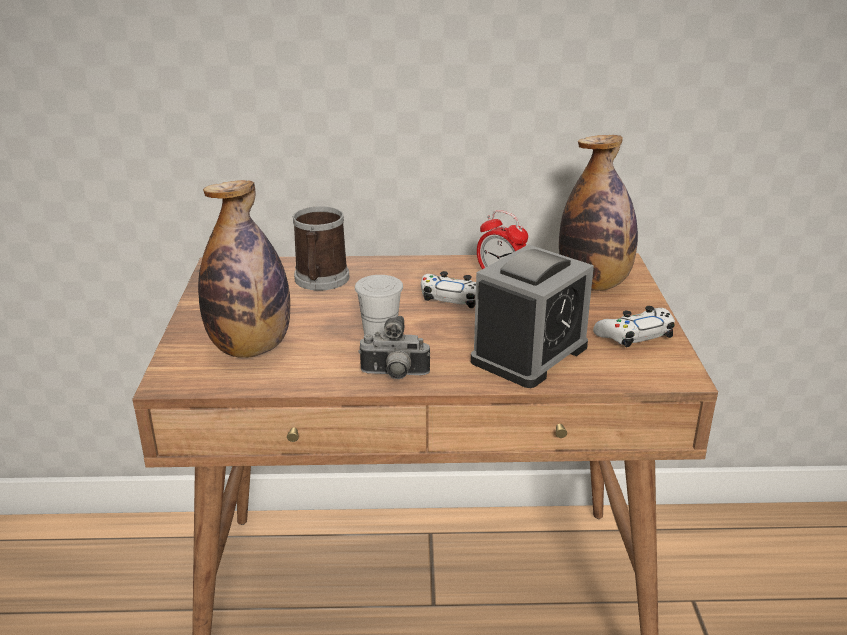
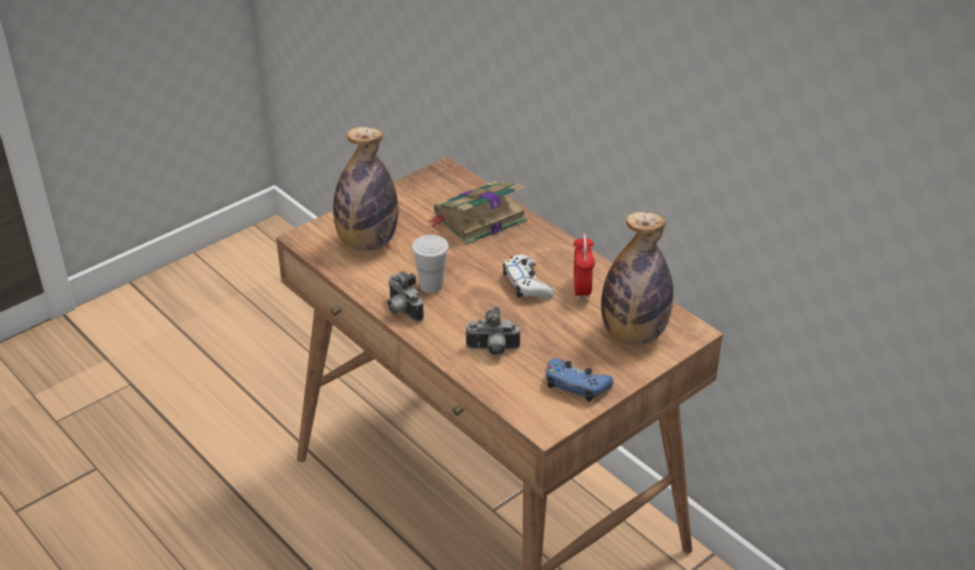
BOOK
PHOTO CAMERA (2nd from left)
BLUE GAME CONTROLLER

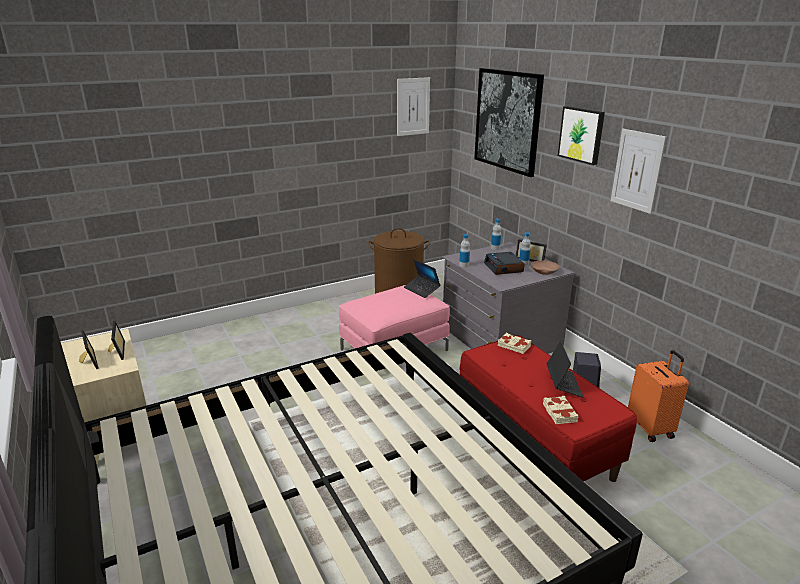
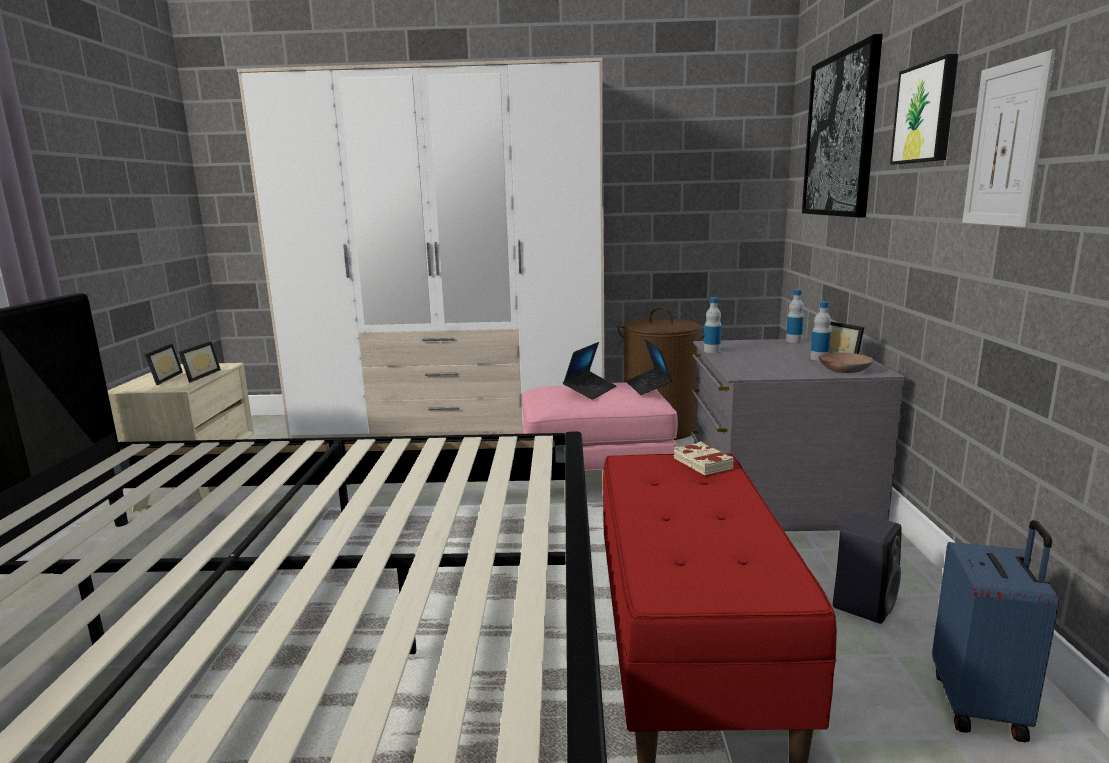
PICTURE (1st from left in the first image)
ALARM CLOCK
BEIGE BOOK (2nd from left in the first image)
WARDROBE
LAPTOP (1st from left)
BLUE SUITCASE

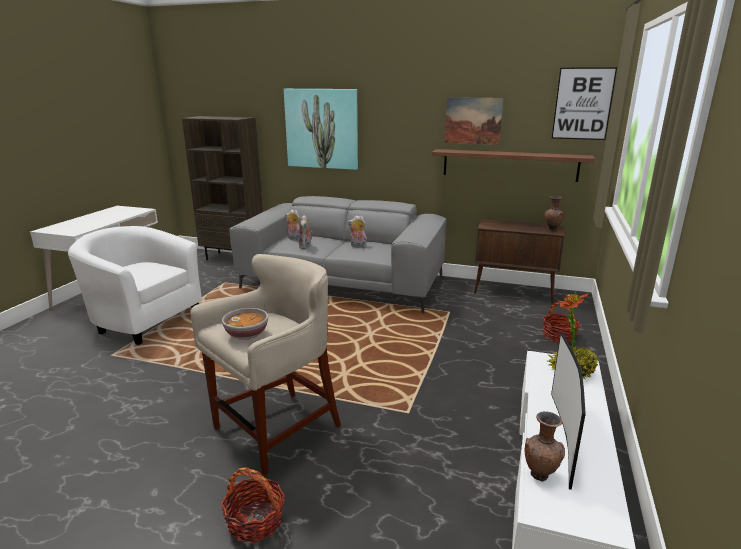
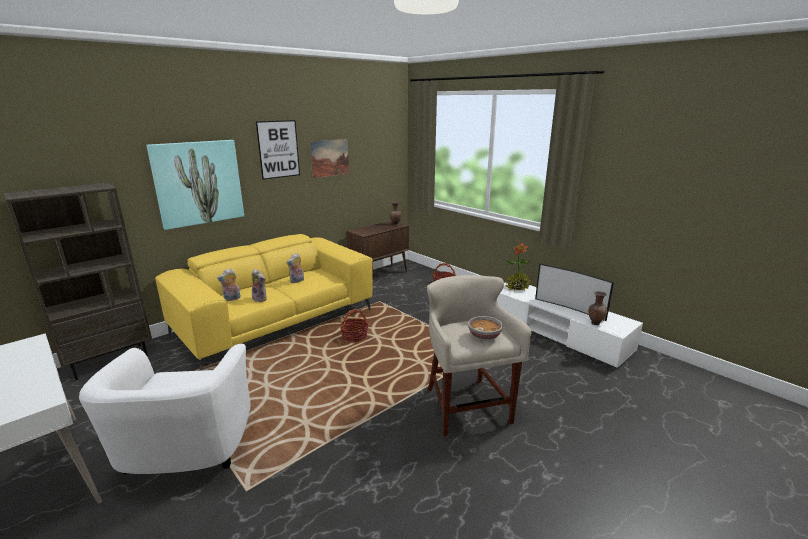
SHELF
BASKET (1st from left)
PICTURE (2nd from left)
YELLOW SOFA
WHITE ARMCHAIR

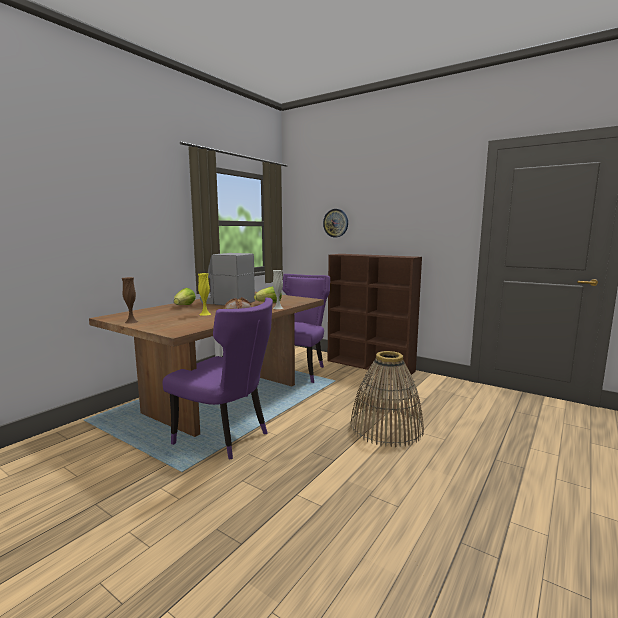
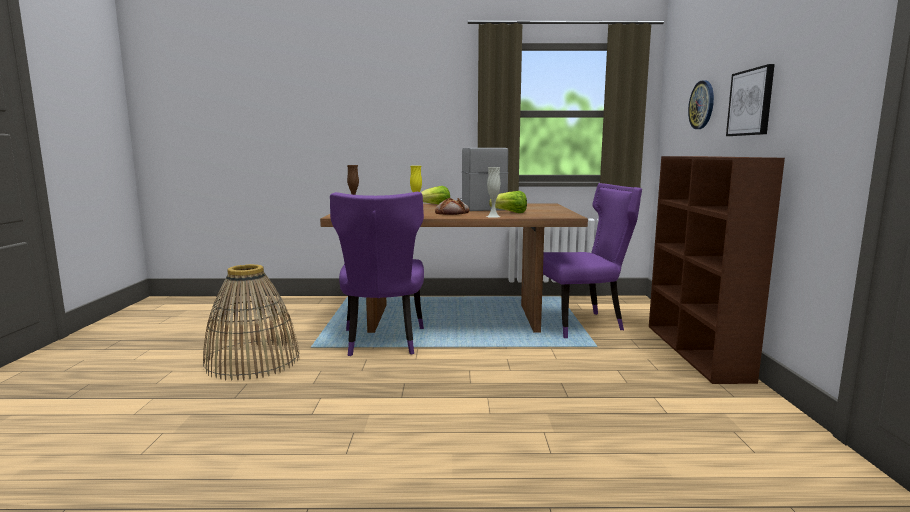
PICTURE
BASKET

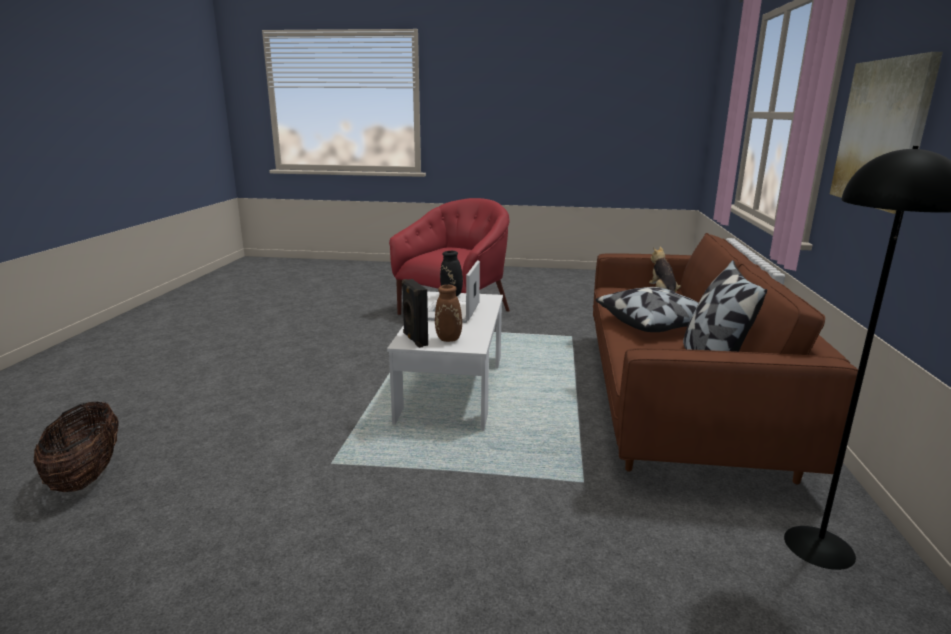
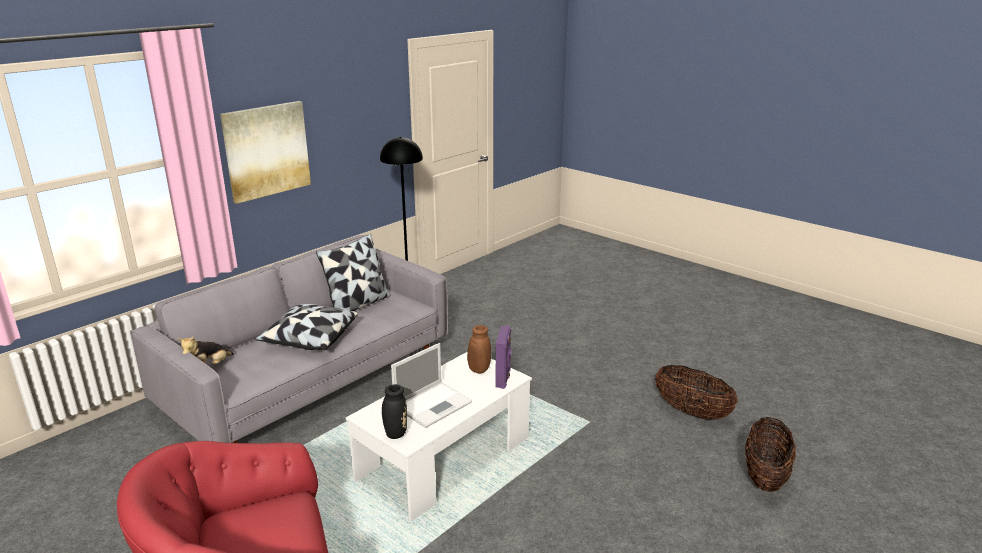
BASKET (1st from left)
PURPLE SPEAKER
GREY SOFA

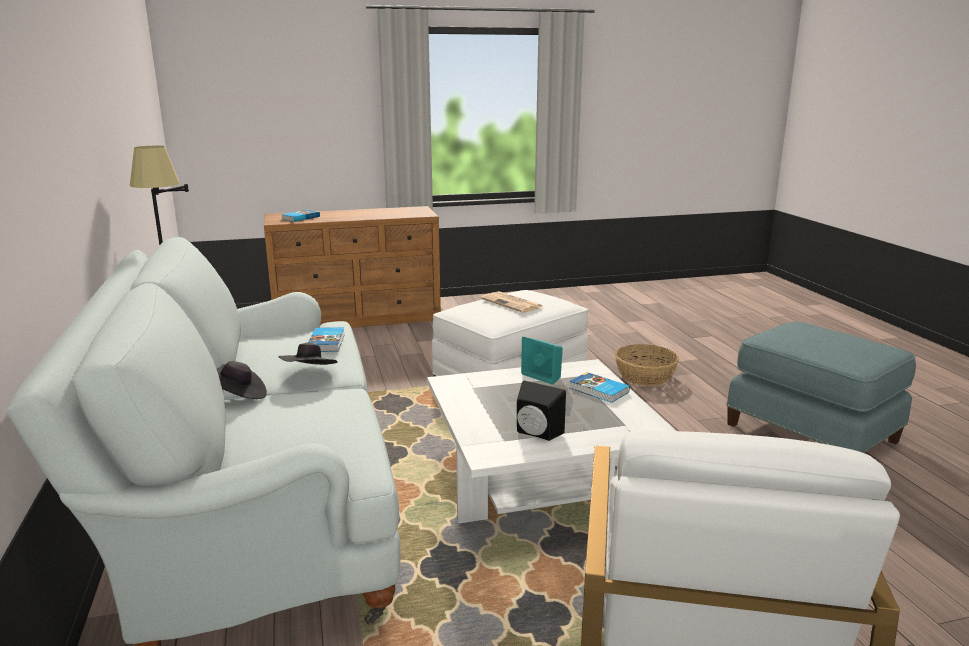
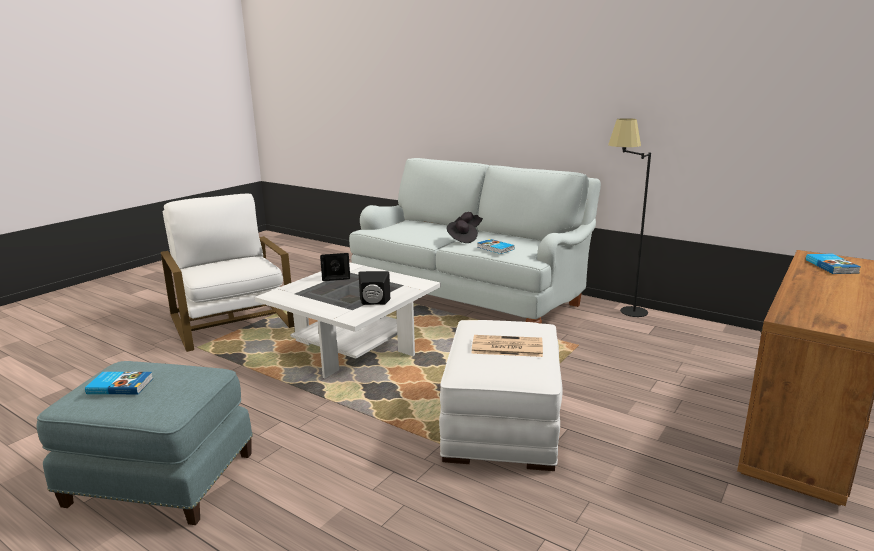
BASKET
BOOK (1st from left)
BLACK SPEAKER (2nd from left)

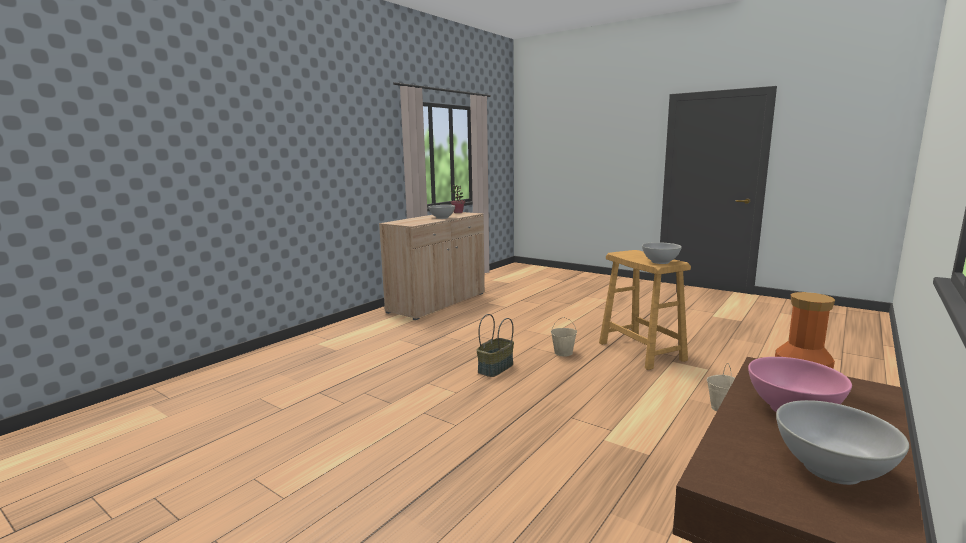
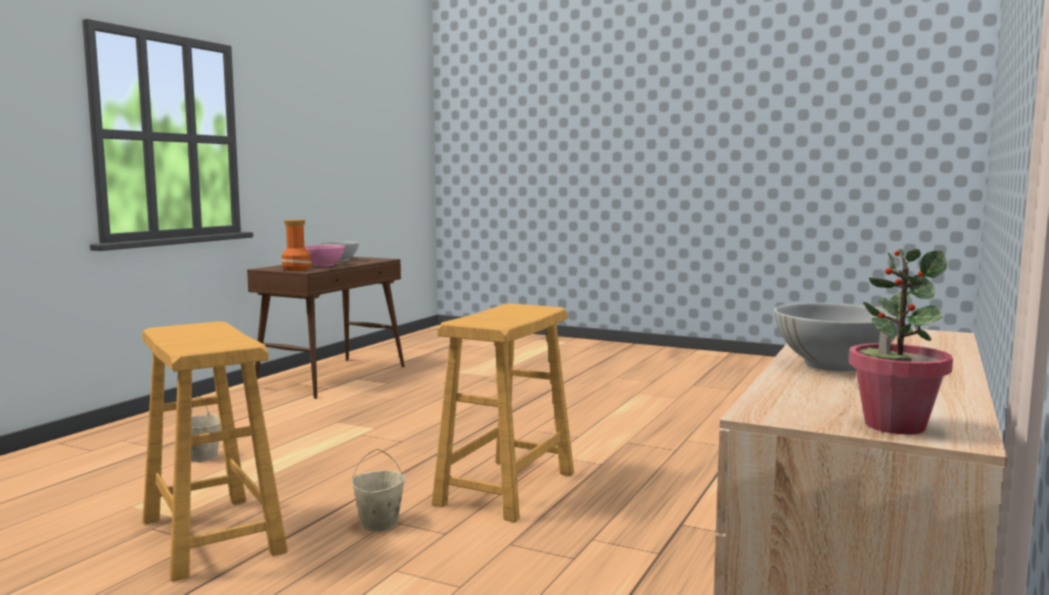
WHITE BOWL (2nd from left in the first image)
BEIGE STOOL (2nd from left)

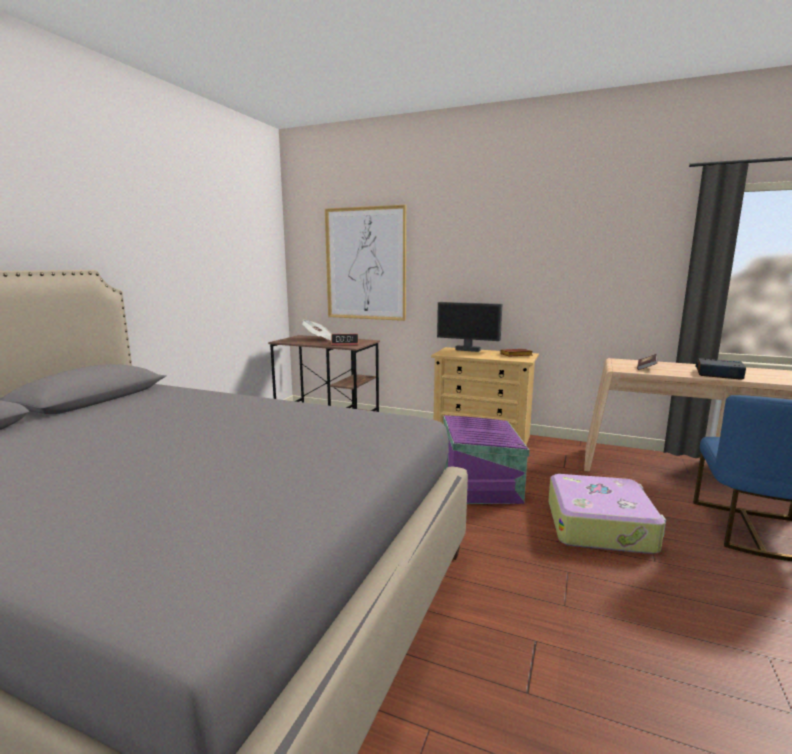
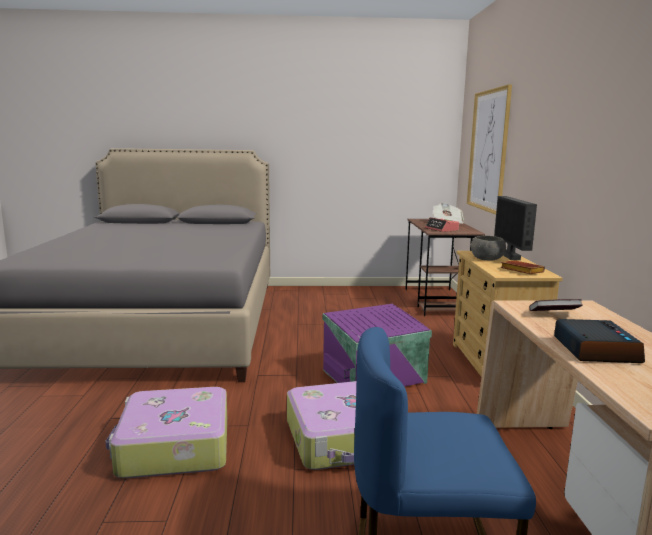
SUITCASE (1st from left)
GREY BOWL

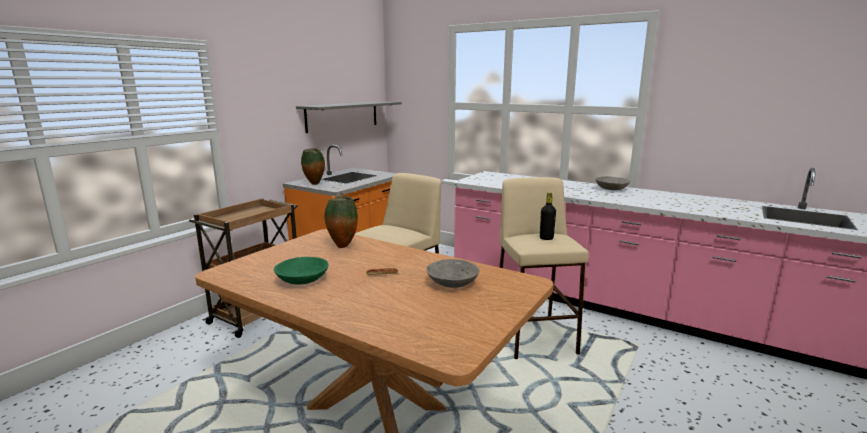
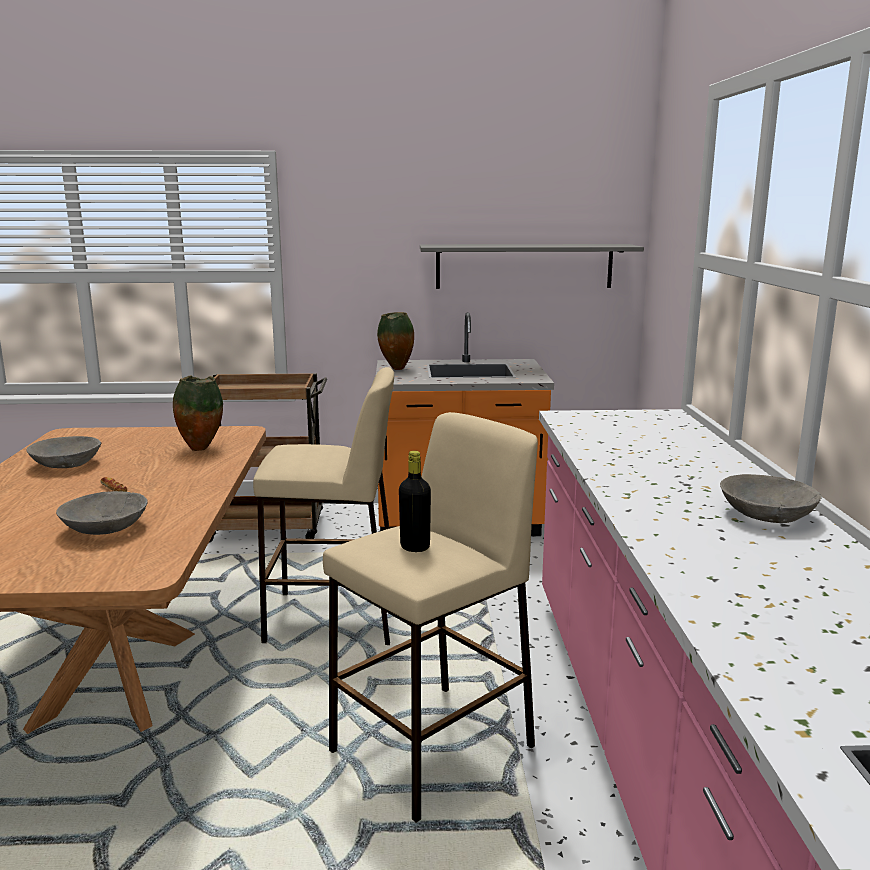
GREY BOWL (1st from left)

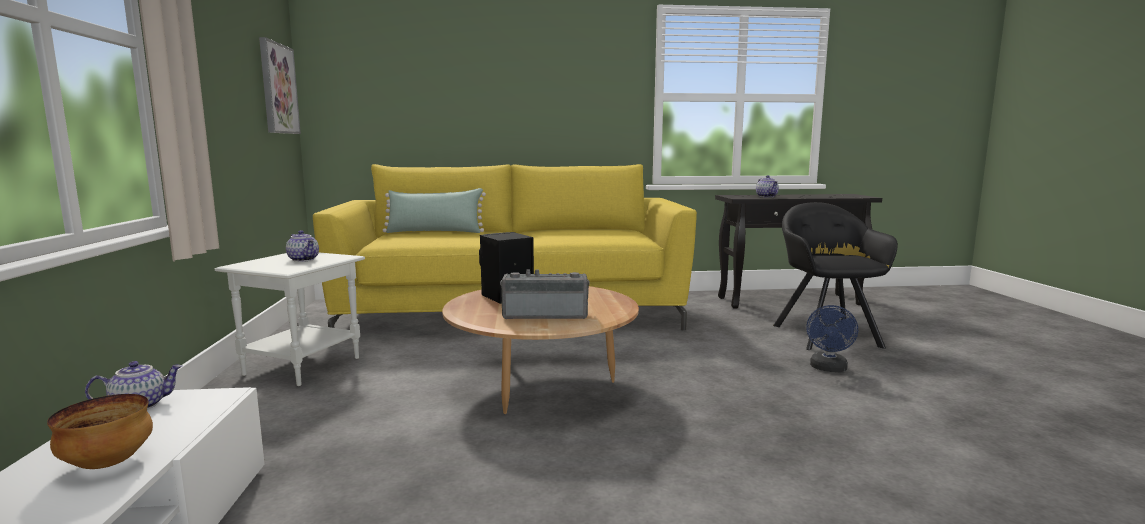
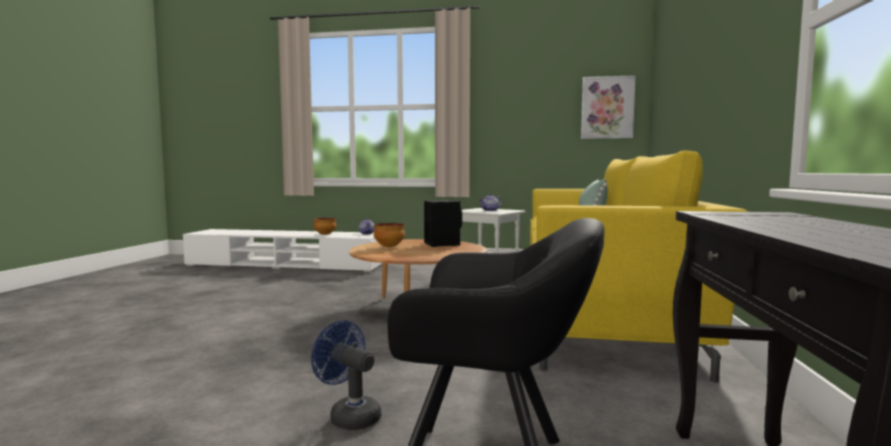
TEAPOT (3rd from left in the first image)
BOWL (2nd from left)

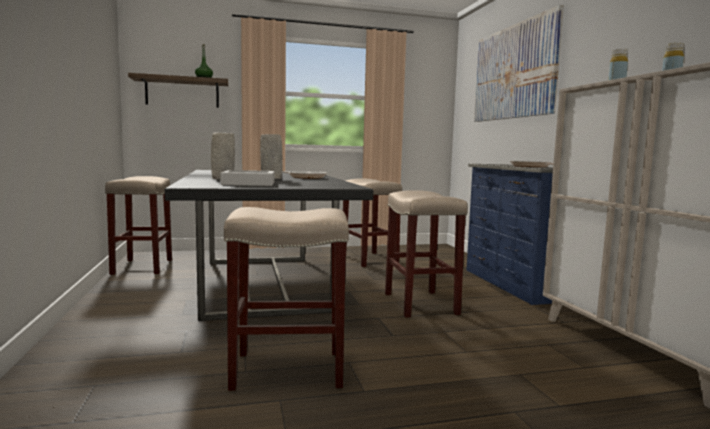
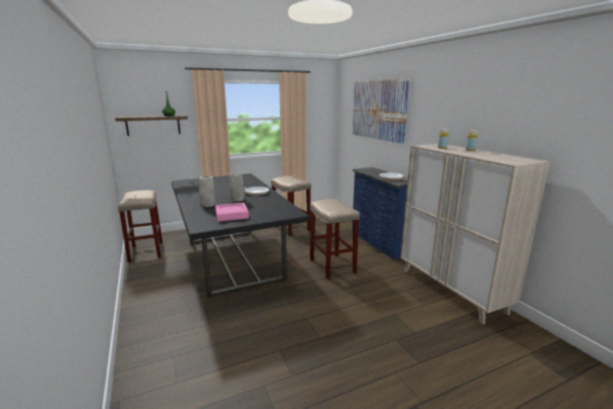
BEIGE STOOL (2nd from left in the first image)
PINK TRAY

